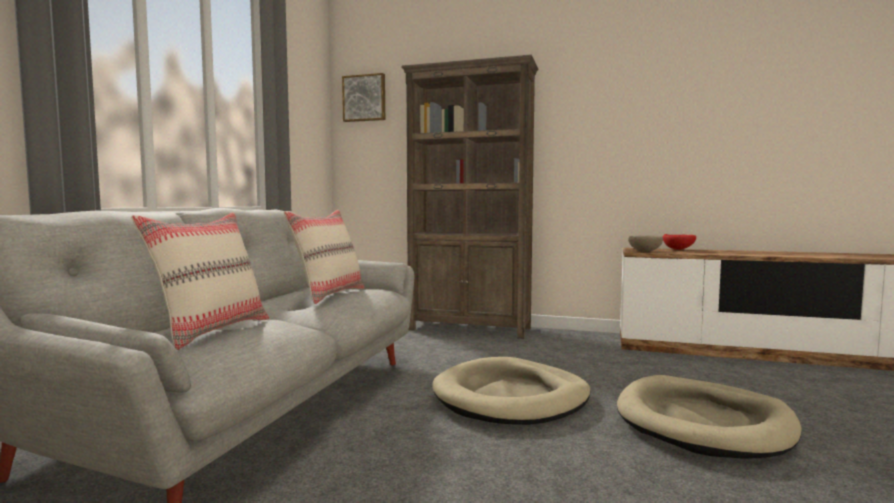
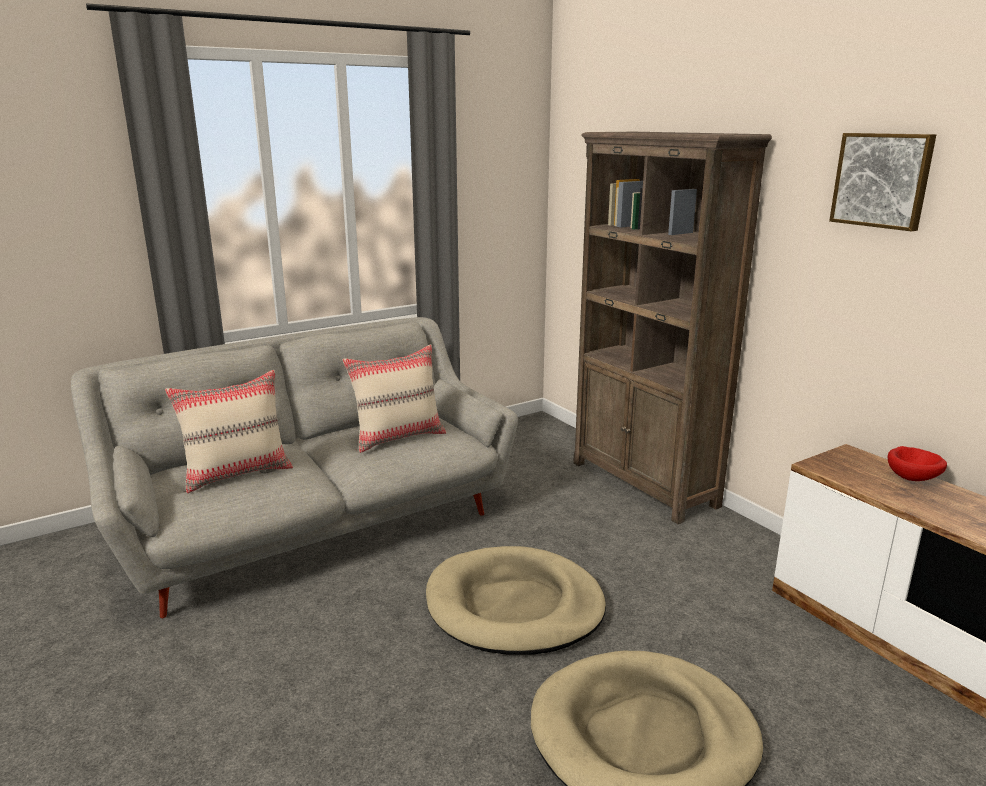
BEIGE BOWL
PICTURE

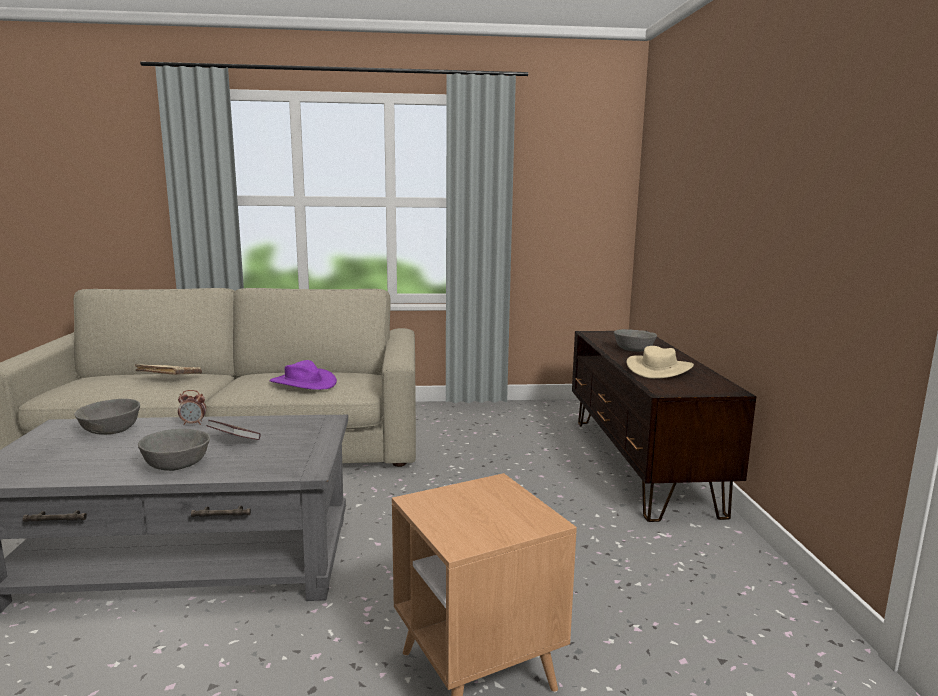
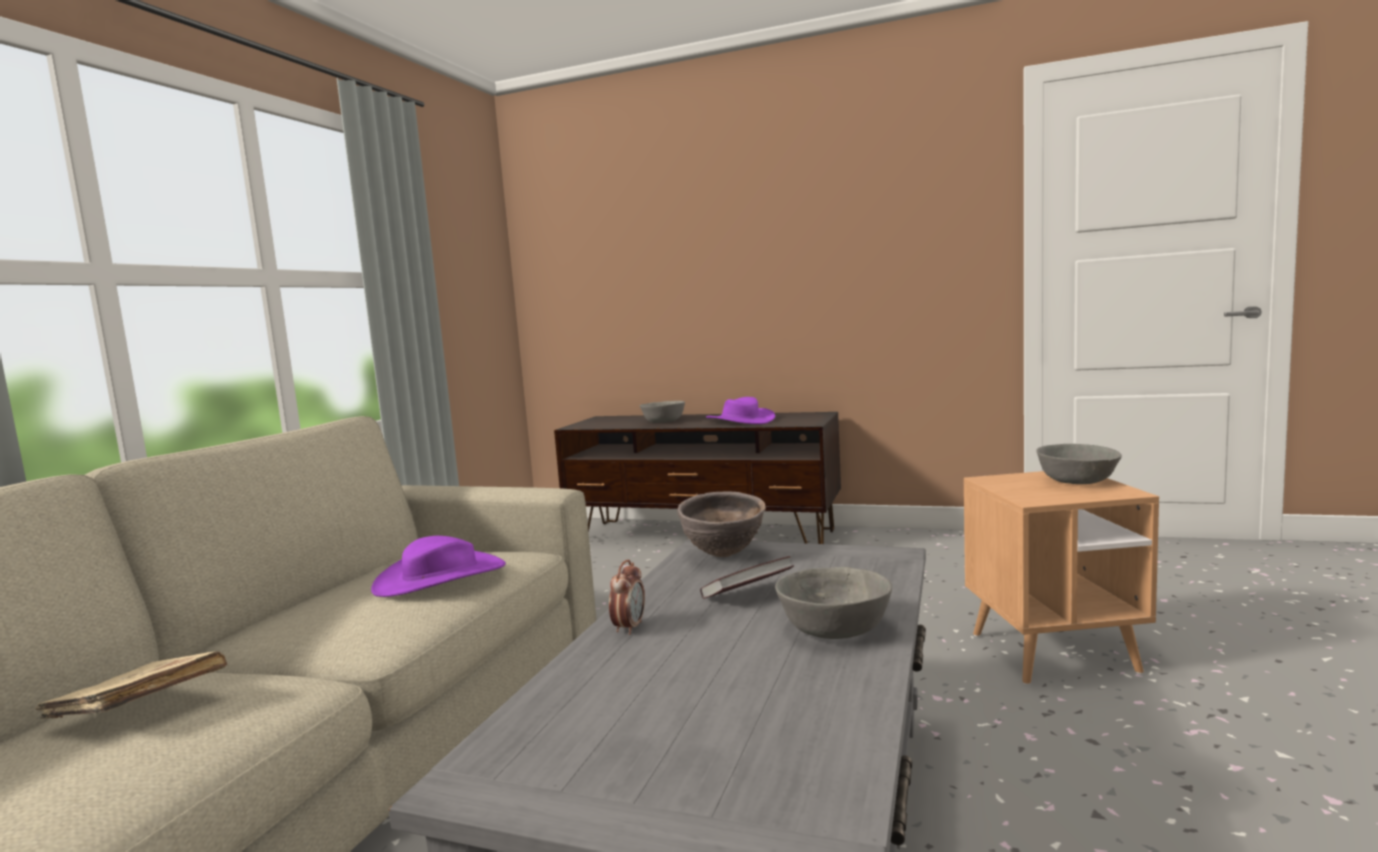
BROWN BOWL
GREY BOWL (3rd from left)
PURPLE HAT (2nd from left)

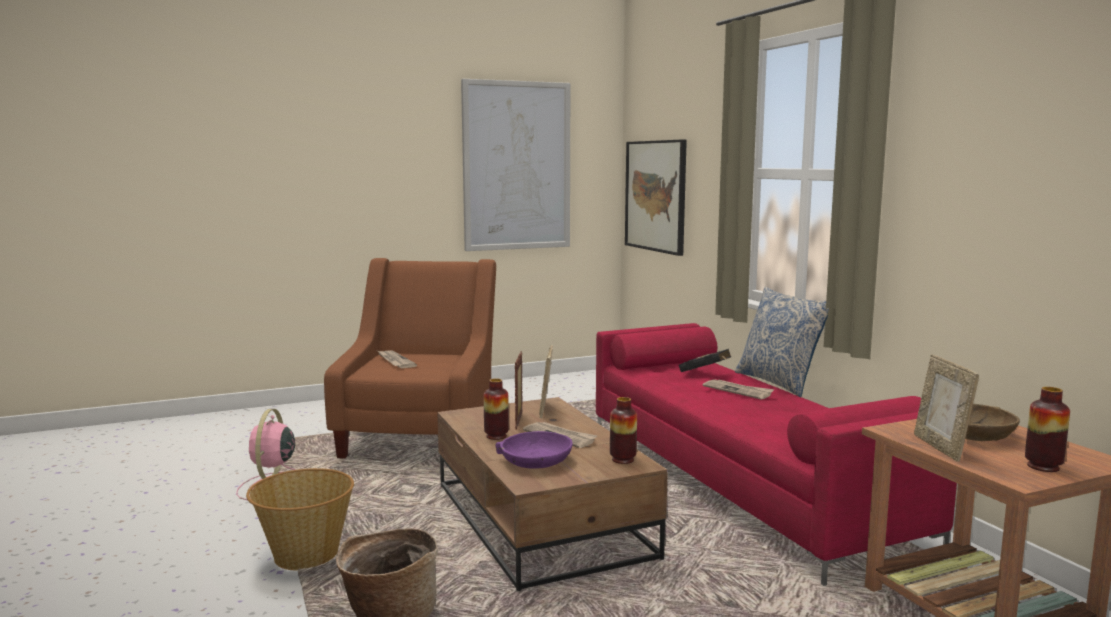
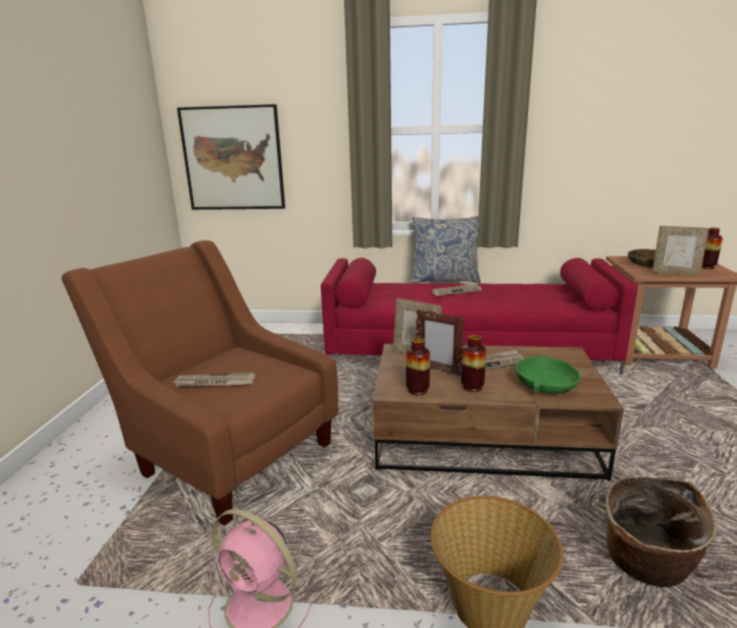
PICTURE (1st from left in the first image)
BLACK BOOK
VASE (1st from left)
GREEN BOWL

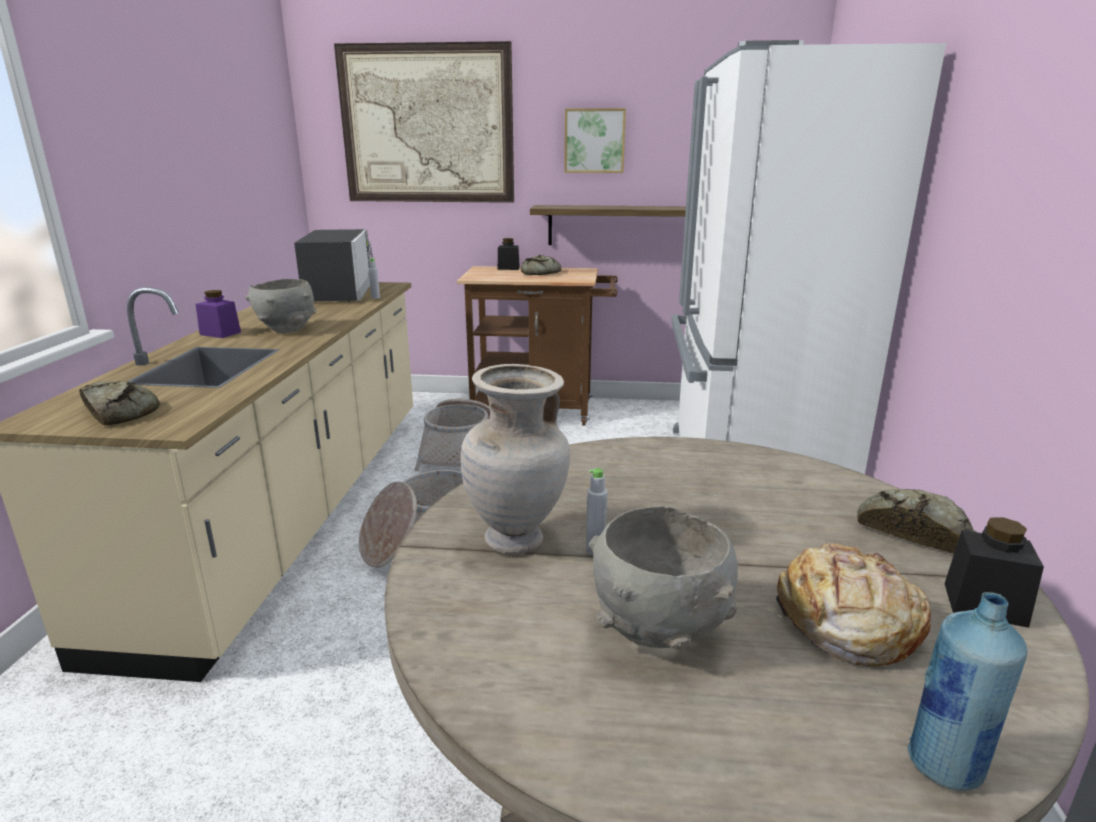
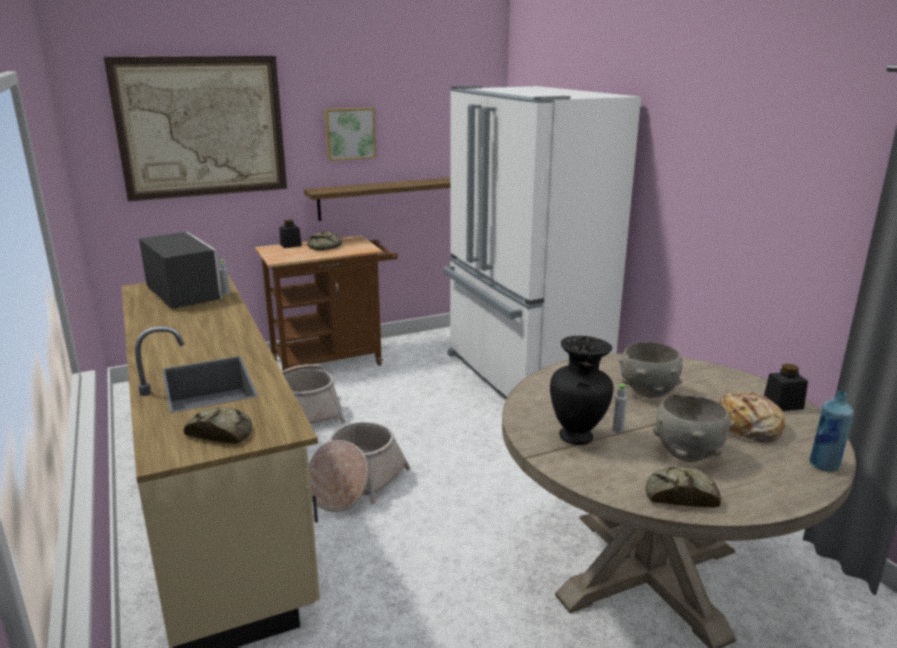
PURPLE JAR
GREY BOWL (1st from left)
BREAD (3rd from left)
BLACK VASE

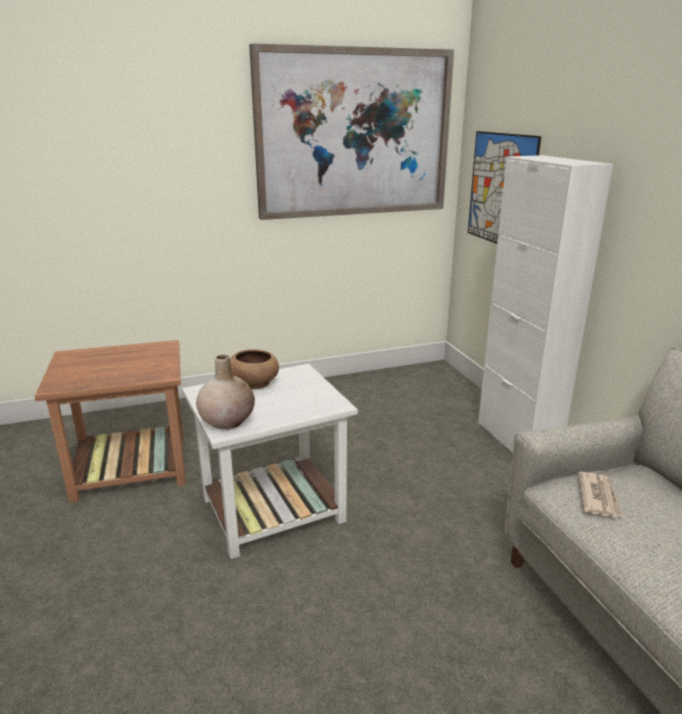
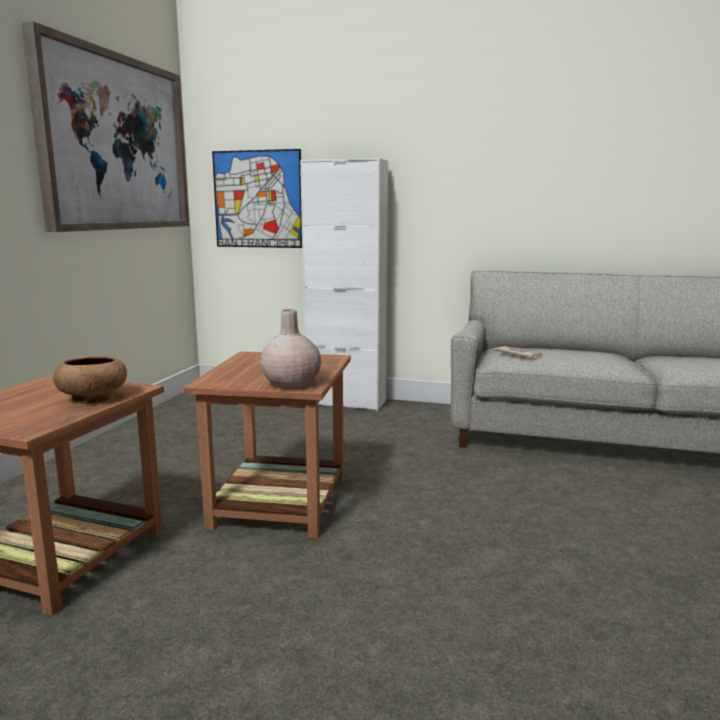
BROWN BOWL
BROWN SIDE TABLE (2nd from left)

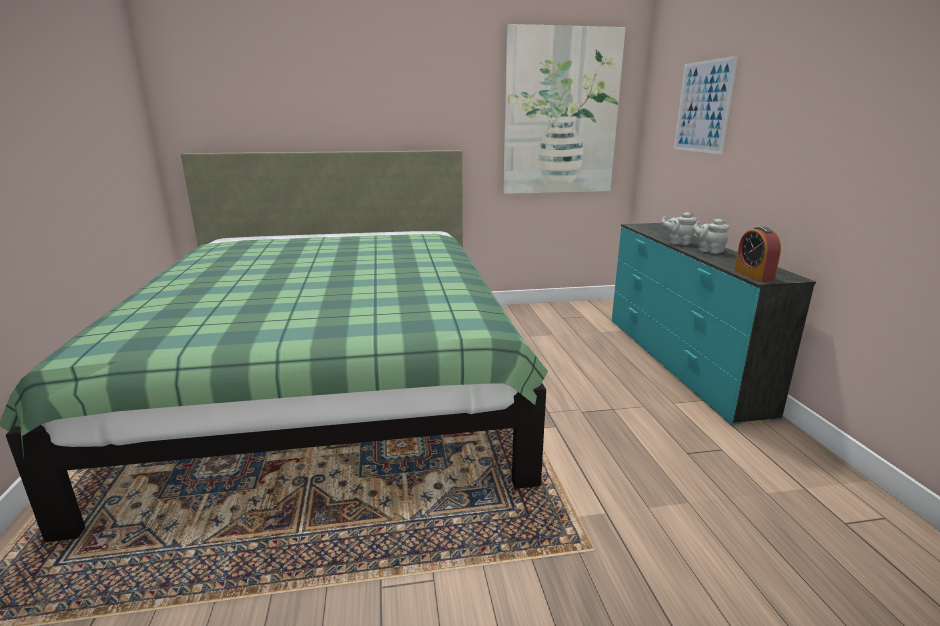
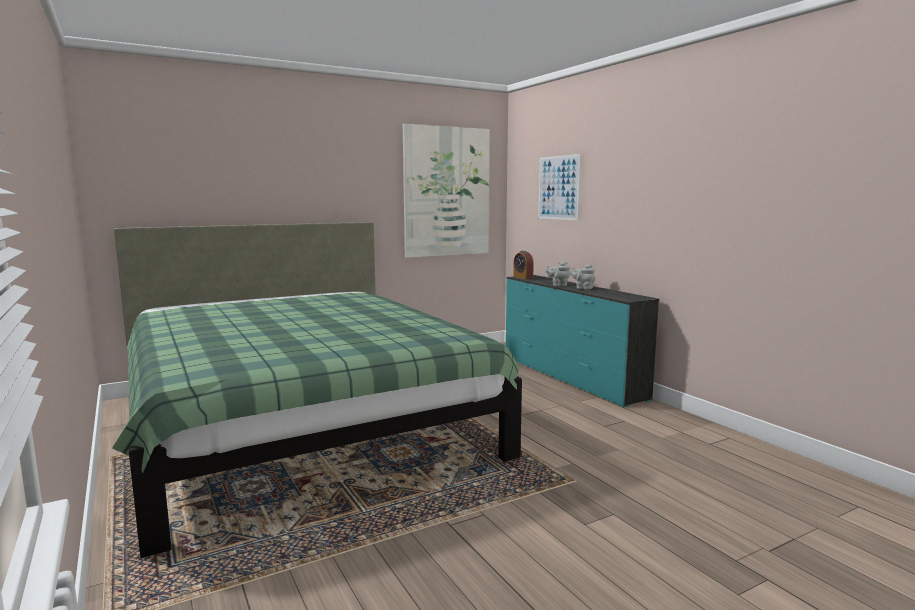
ALARM CLOCK

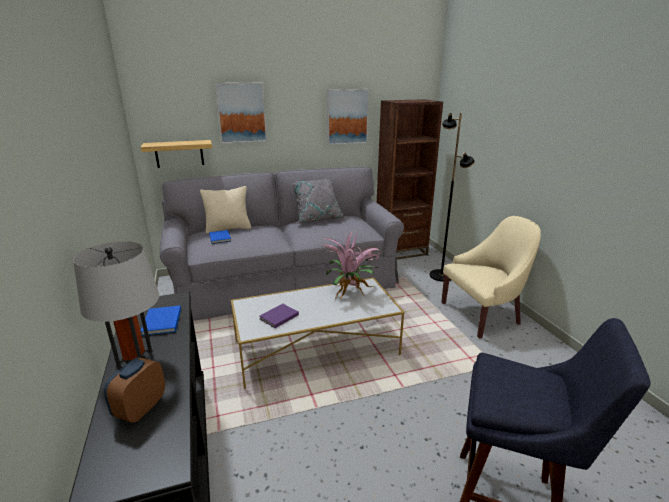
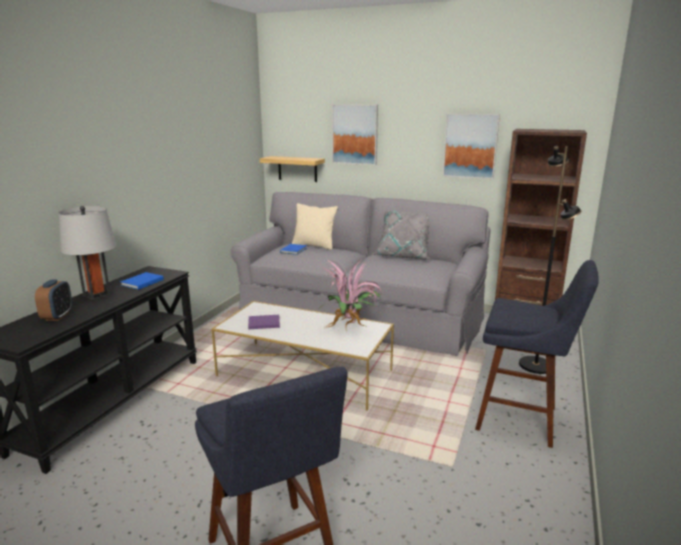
BLUE STOOL (2nd from left)
ALARM CLOCK

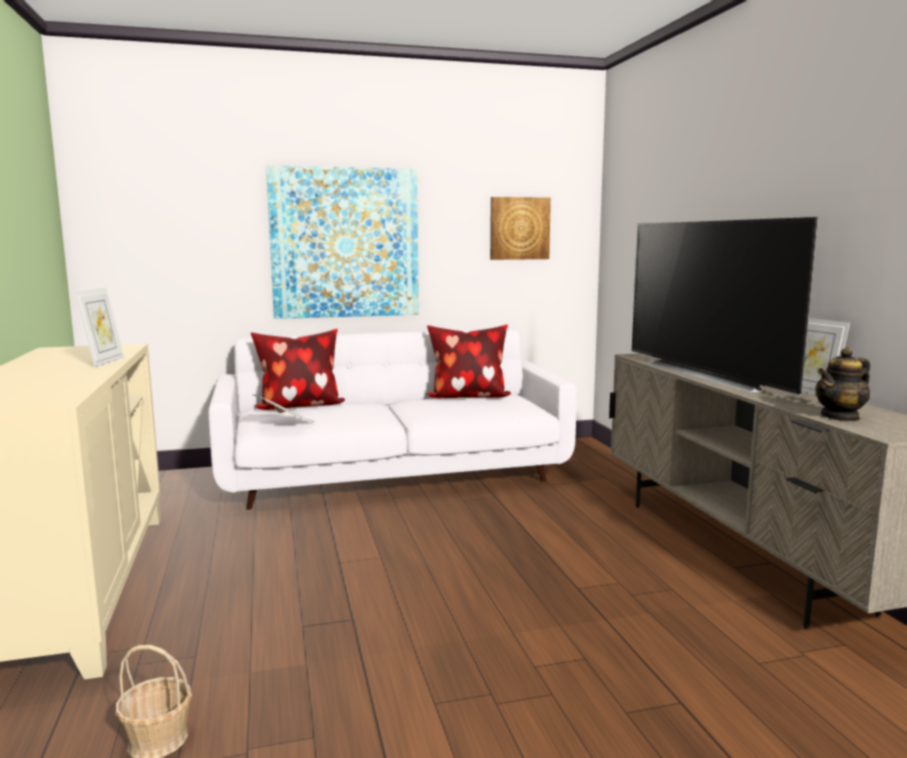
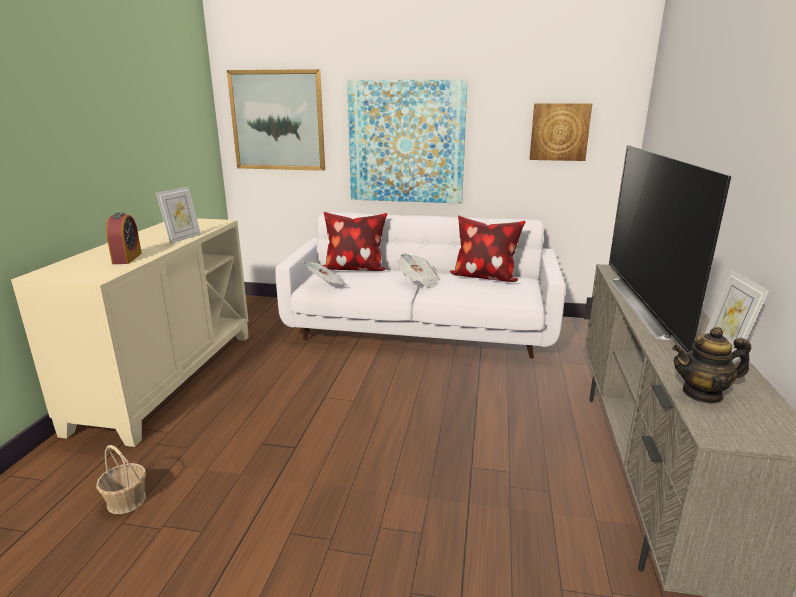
ALARM CLOCK
PICTURE (1st from left)
NEWSPAPER (2nd from left)

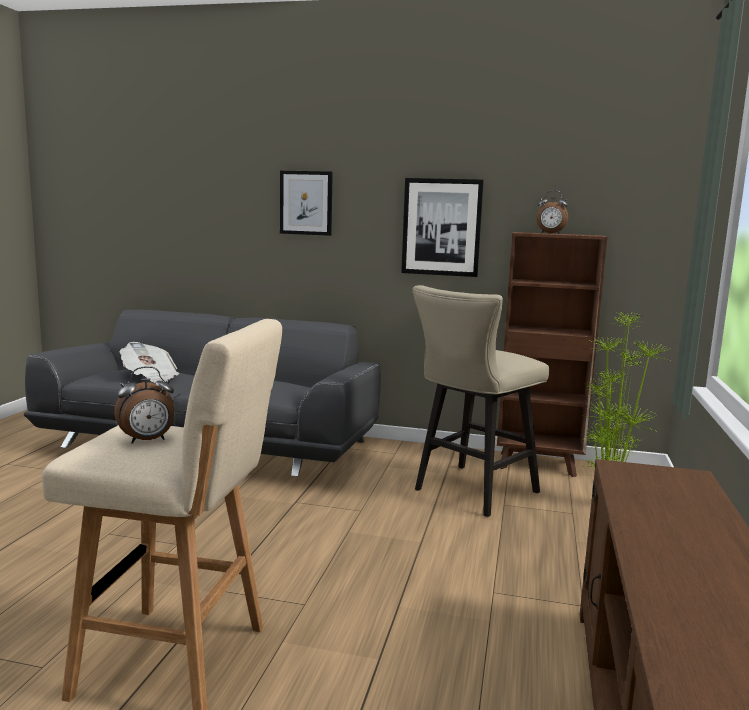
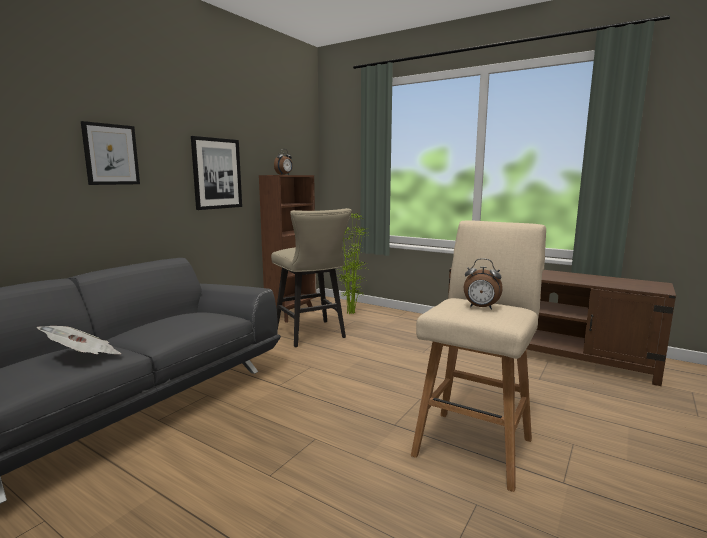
ALARM CLOCK (2nd from left)

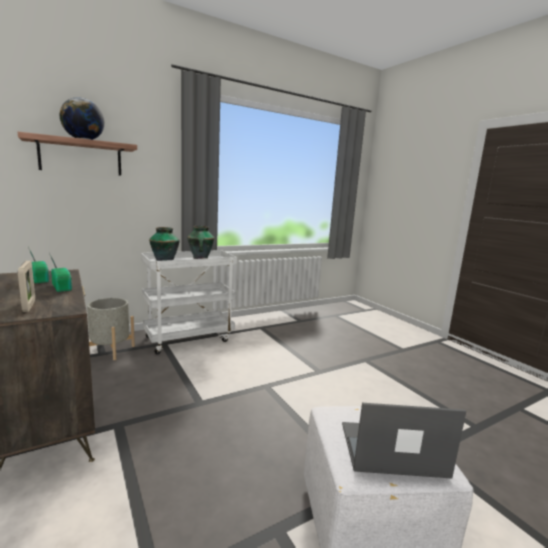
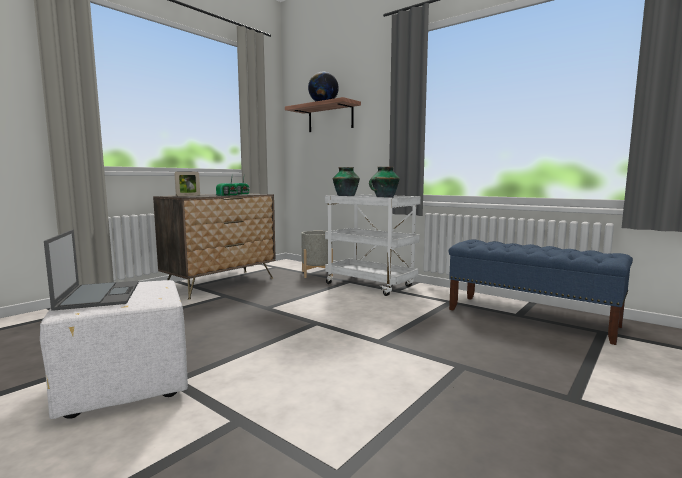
BLUE BENCH

